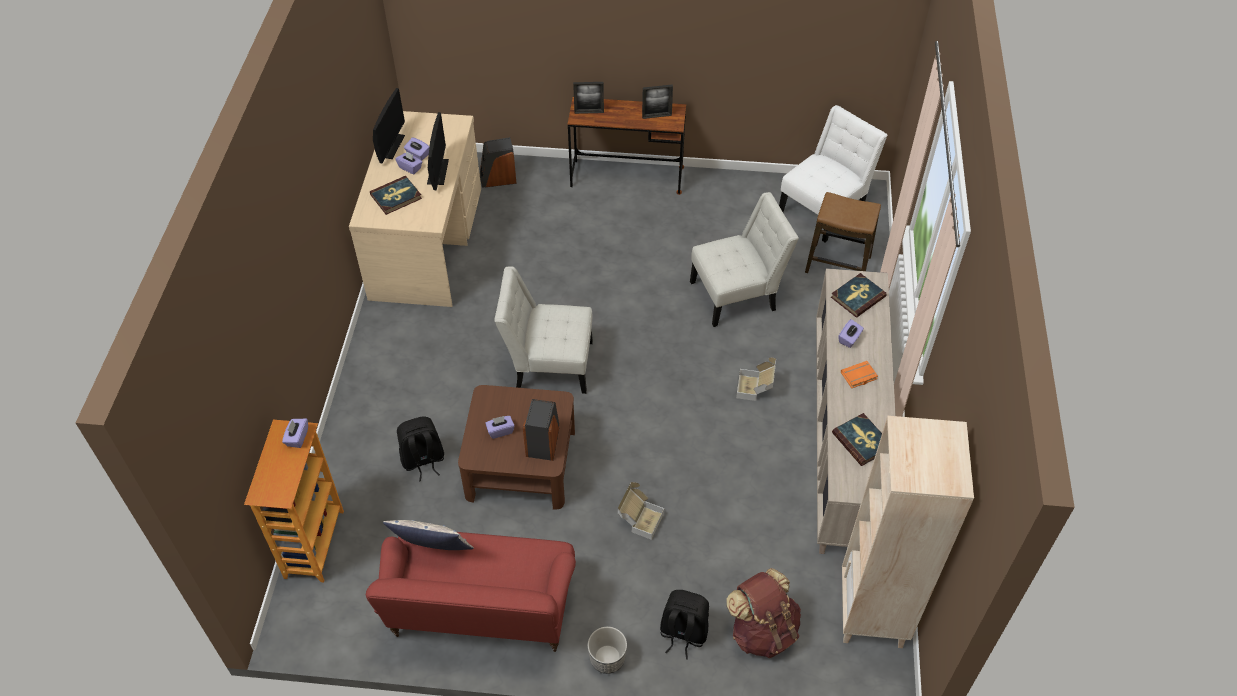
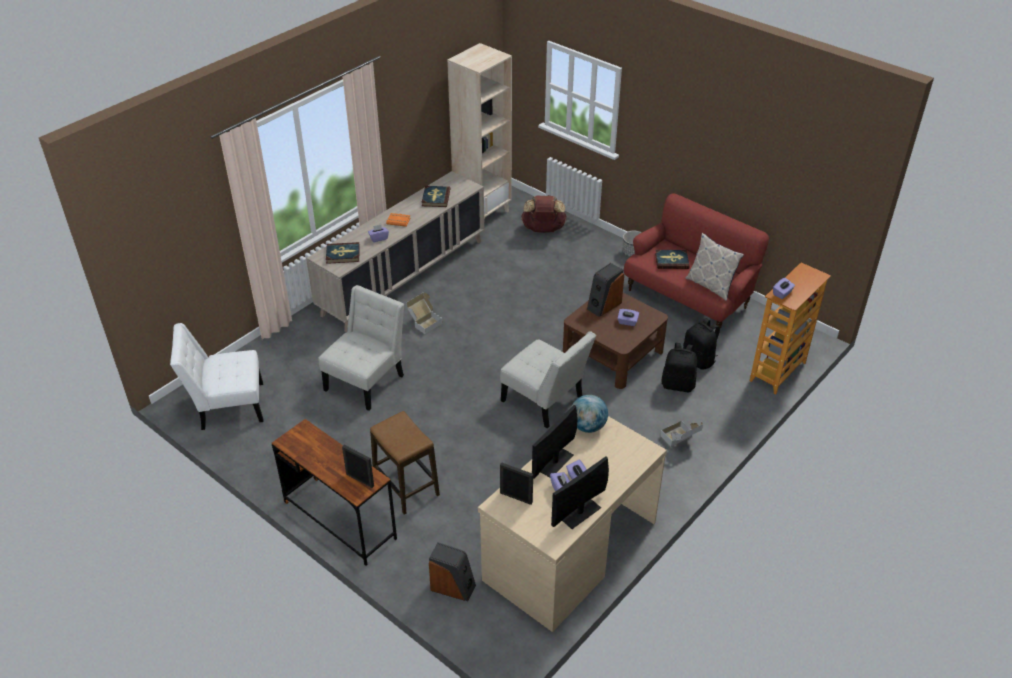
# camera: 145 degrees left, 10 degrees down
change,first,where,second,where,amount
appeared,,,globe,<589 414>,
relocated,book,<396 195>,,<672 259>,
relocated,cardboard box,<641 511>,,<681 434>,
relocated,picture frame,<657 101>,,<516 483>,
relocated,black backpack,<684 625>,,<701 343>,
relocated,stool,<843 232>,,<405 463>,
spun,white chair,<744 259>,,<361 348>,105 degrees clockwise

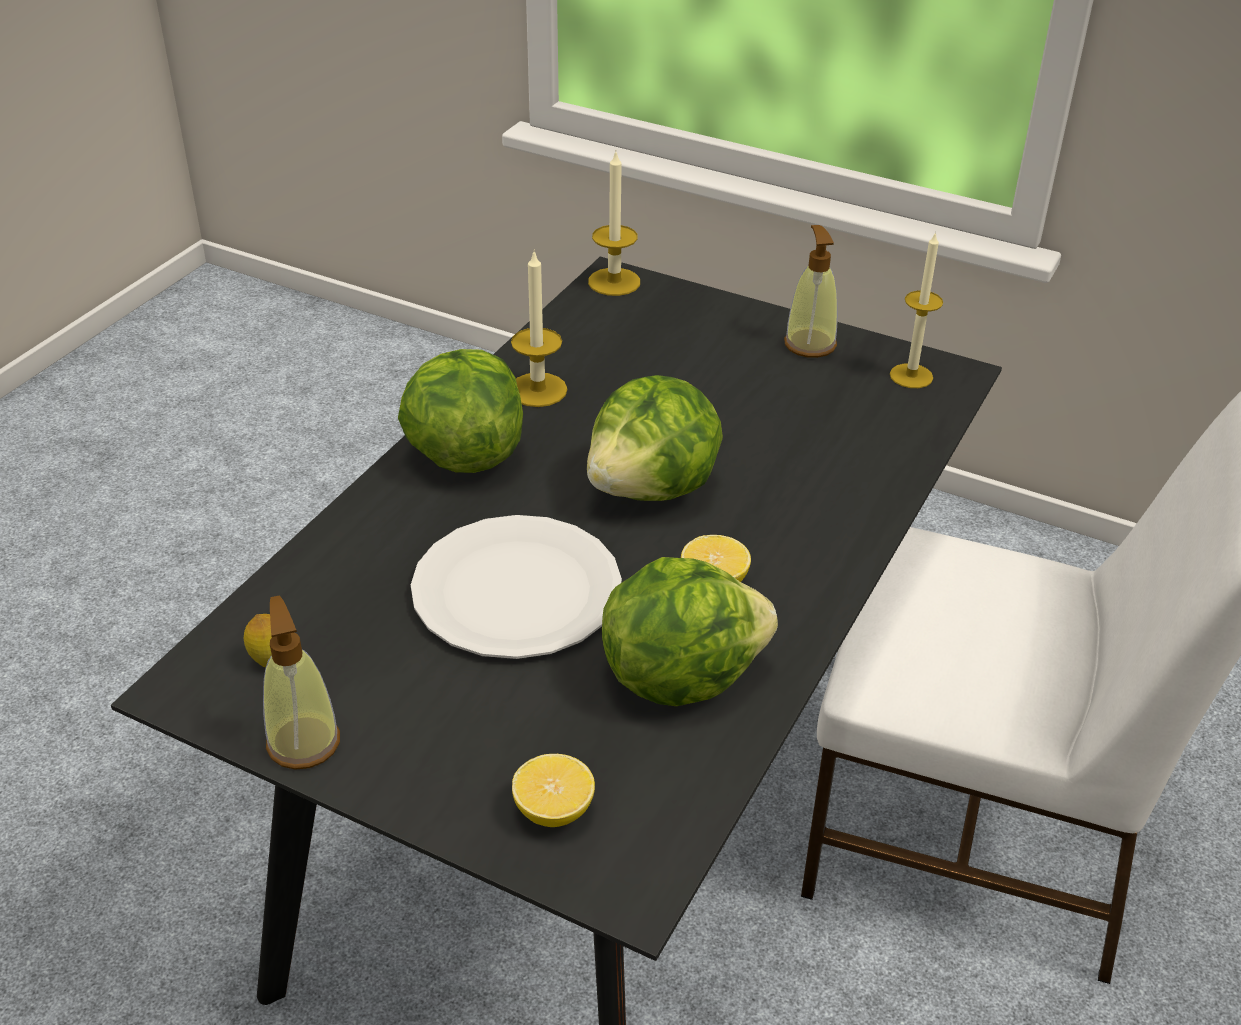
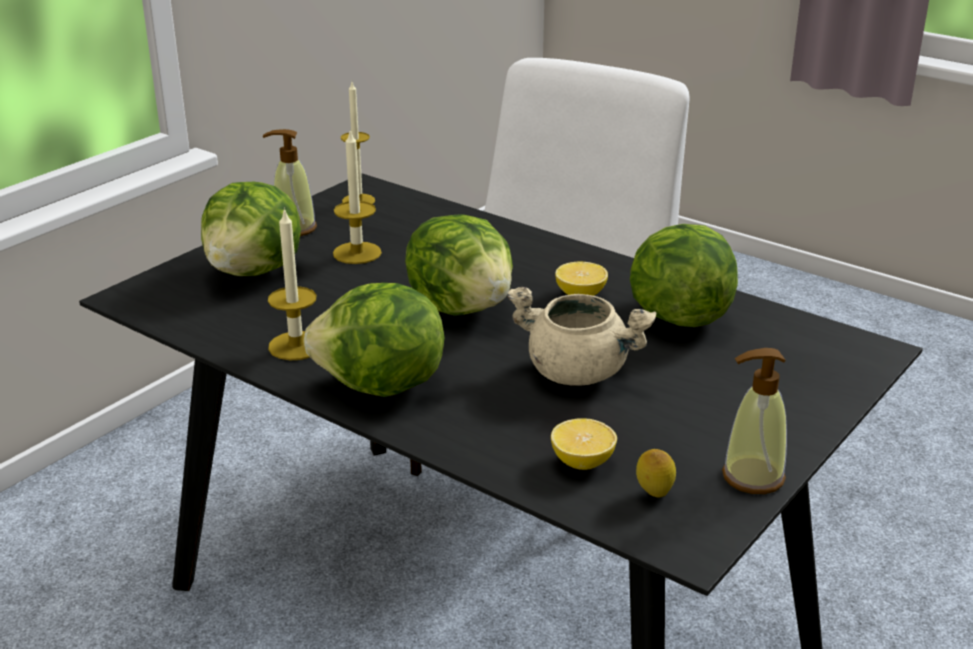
# camera: 80 degrees left, 10 degrees down
change,first,where,second,where,amount
appeared,,,lettuce,<251 229>,
relocated,lemon,<553 790>,,<584 444>,
relocated,candle,<614 224>,,<357 197>,
exchanged,white plate,<516 587>,beige cooking pot,<581 336>,

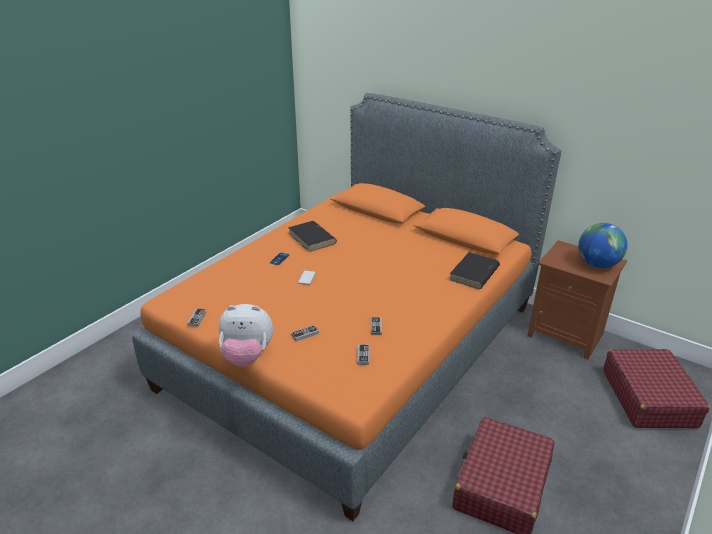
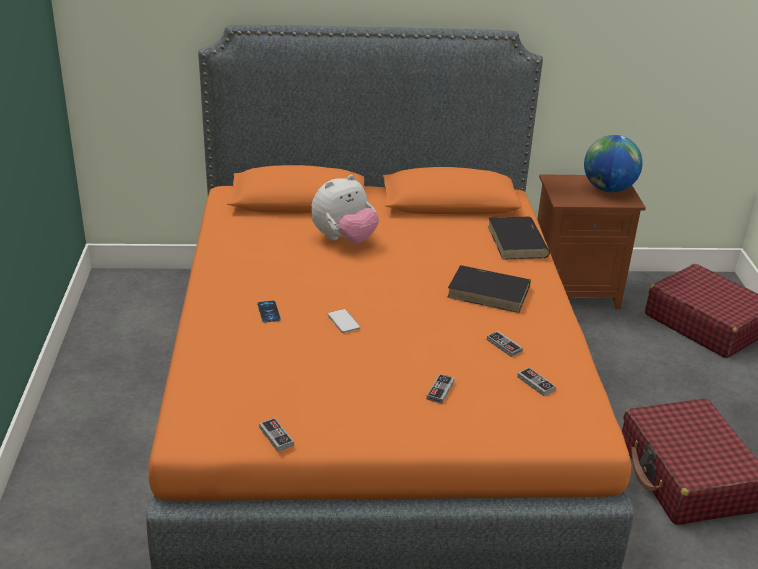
# camera: 40 degrees left, 0 degrees up
change,first,where,second,where,amount
relocated,plush toy,<245 335>,,<345 209>,
relocated,black book,<312 236>,,<489 289>,

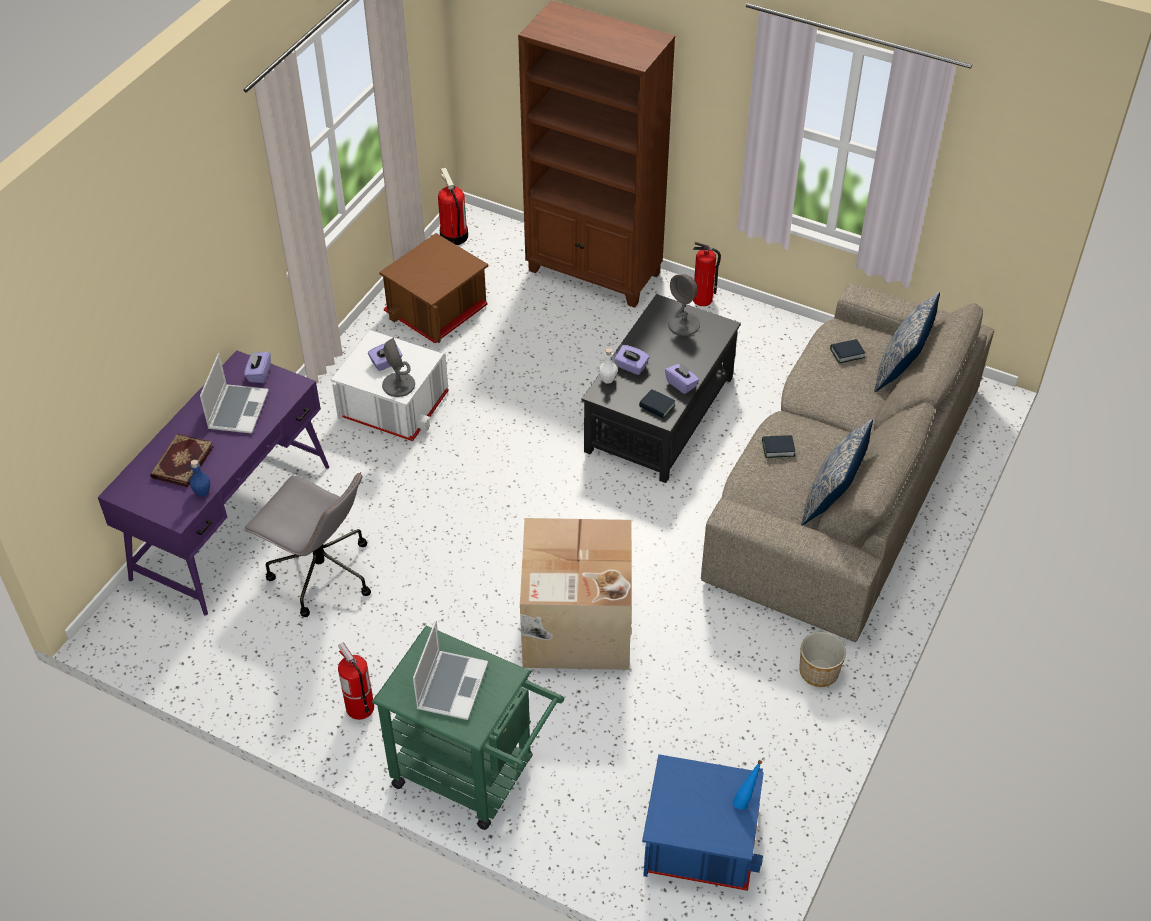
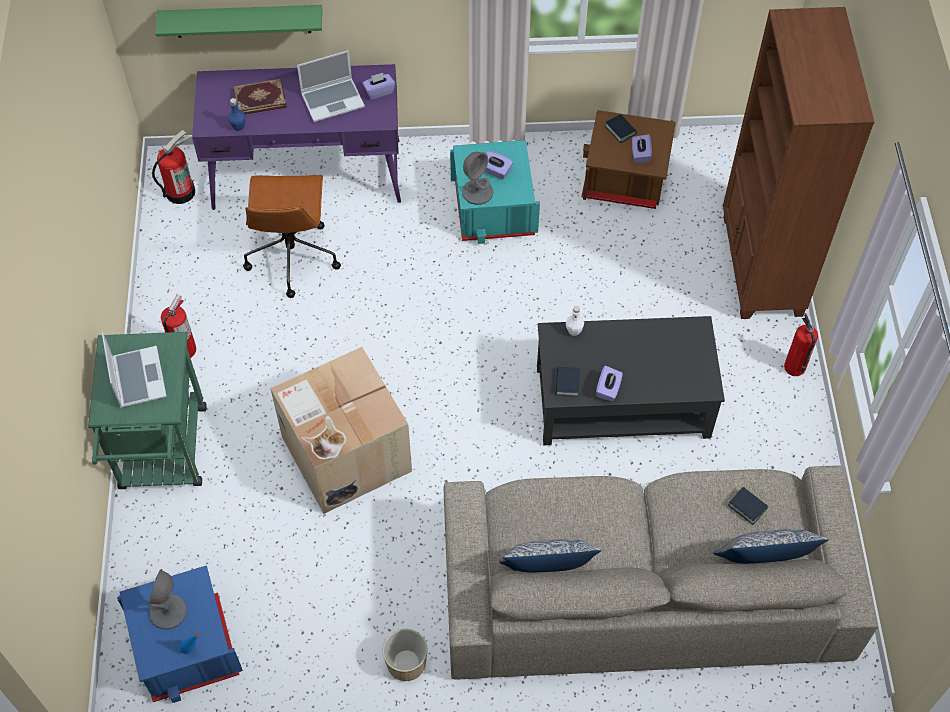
# camera: 60 degrees right, 10 degrees up
change,first,where,second,where,amount
appeared,,,green shelf,<238 21>,
relocated,fire extinguisher,<453 206>,,<173 167>,
relocated,purple tissue box,<632 360>,,<642 148>,
relocated,grey table lamp,<684 305>,,<167 599>,
relocated,book,<778 446>,,<621 128>,
colour,grey office chair,<307 544>,brown office chair,<292 236>,
colour,white storage box,<390 385>,turquoise storage box,<495 192>,
spun,laptop,<450 670>,,<134 370>,90 degrees counterclockwise

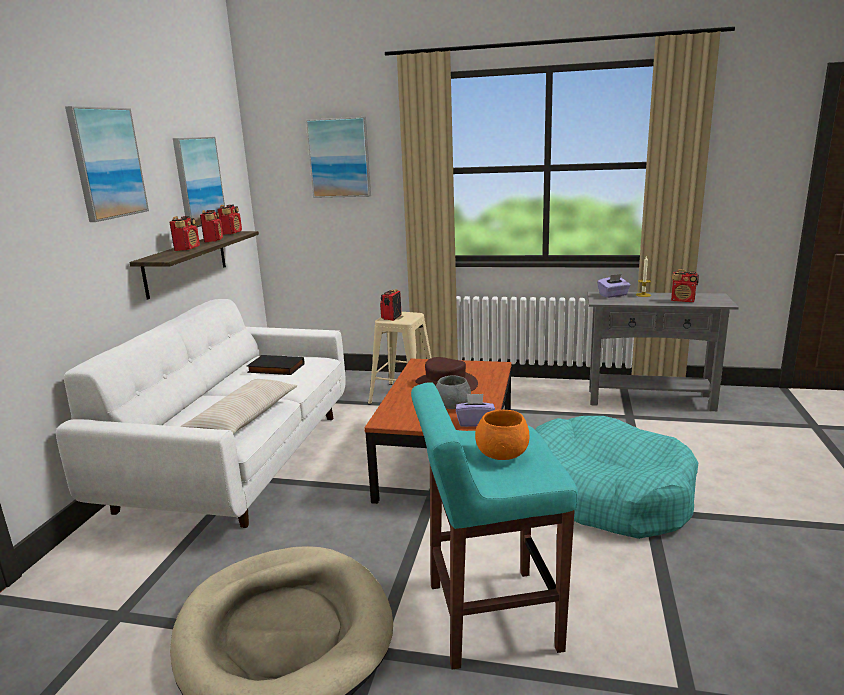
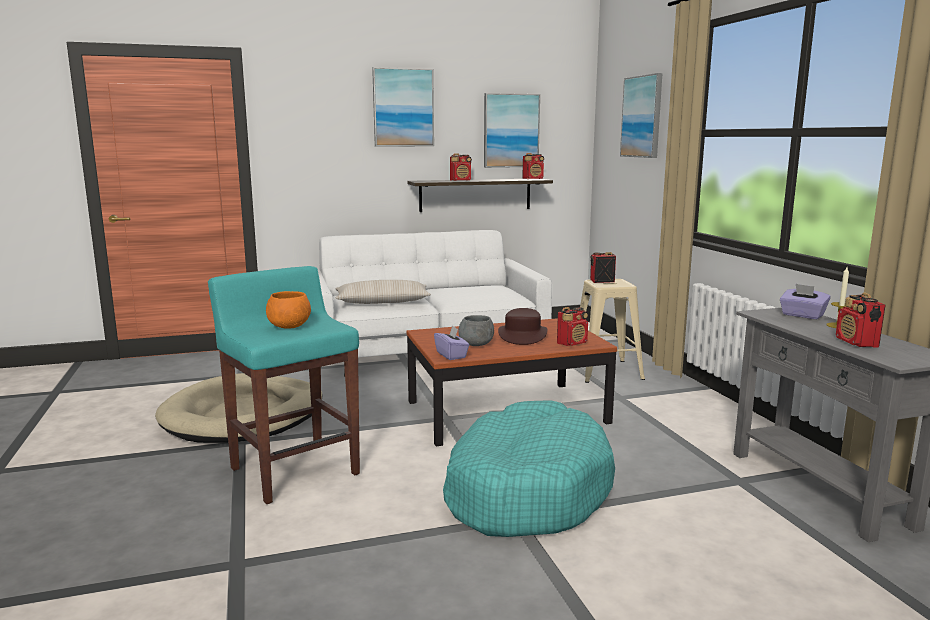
# camera: 60 degrees right, 5 degrees down
change,first,where,second,where,amount
missing,black book,<276 365>,,,
relocated,radio,<211 226>,,<572 326>,

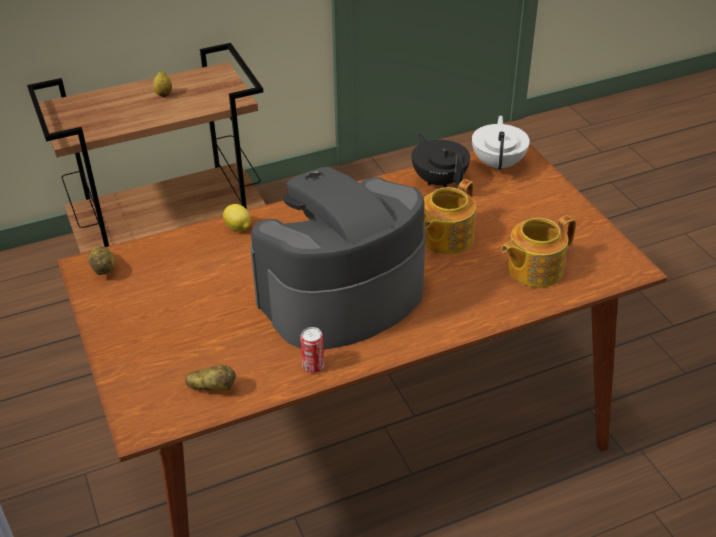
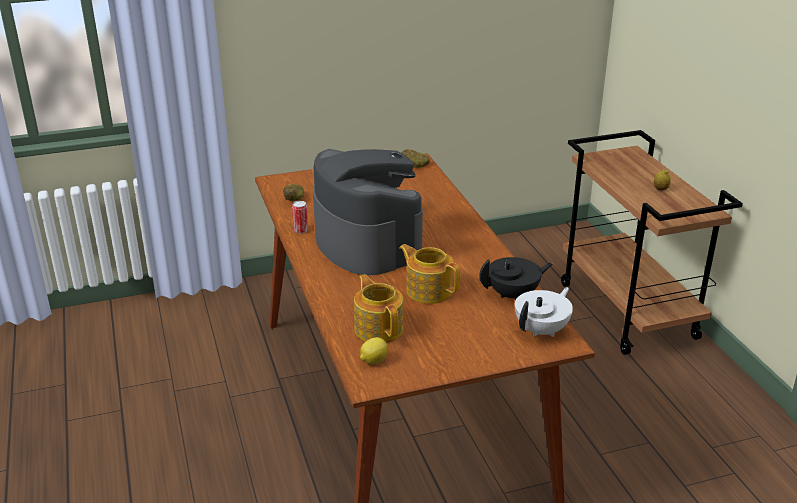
# camera: 95 degrees right, 10 degrees down
change,first,where,second,where,amount
relocated,lemon,<237 218>,,<374 350>,
spun,white teapot,<501 143>,,<544 312>,60 degrees counterclockwise

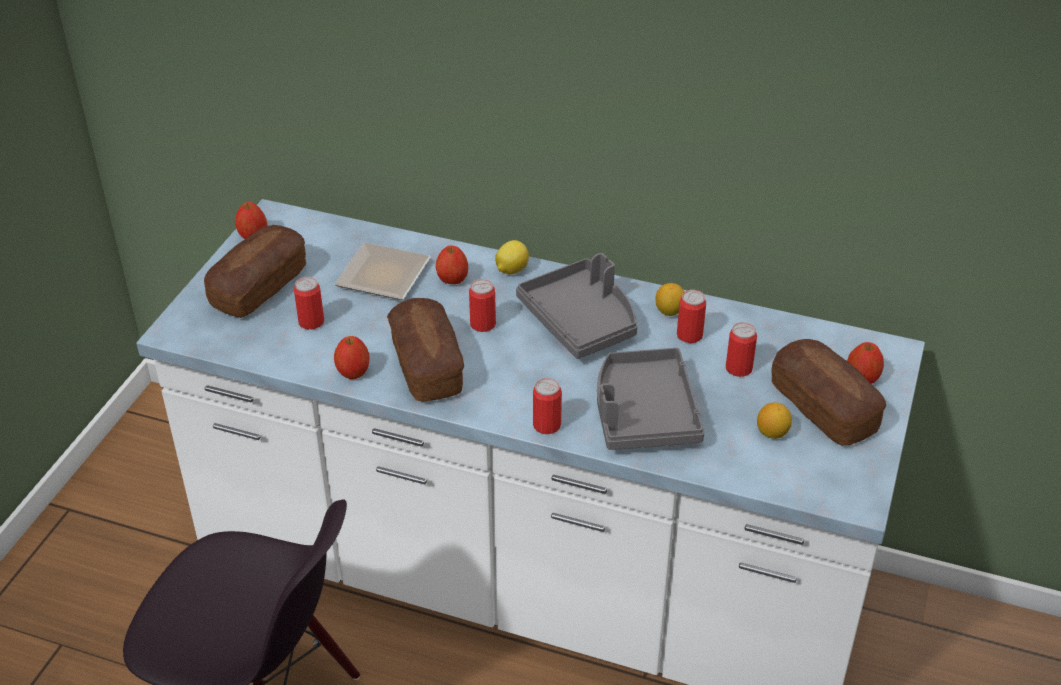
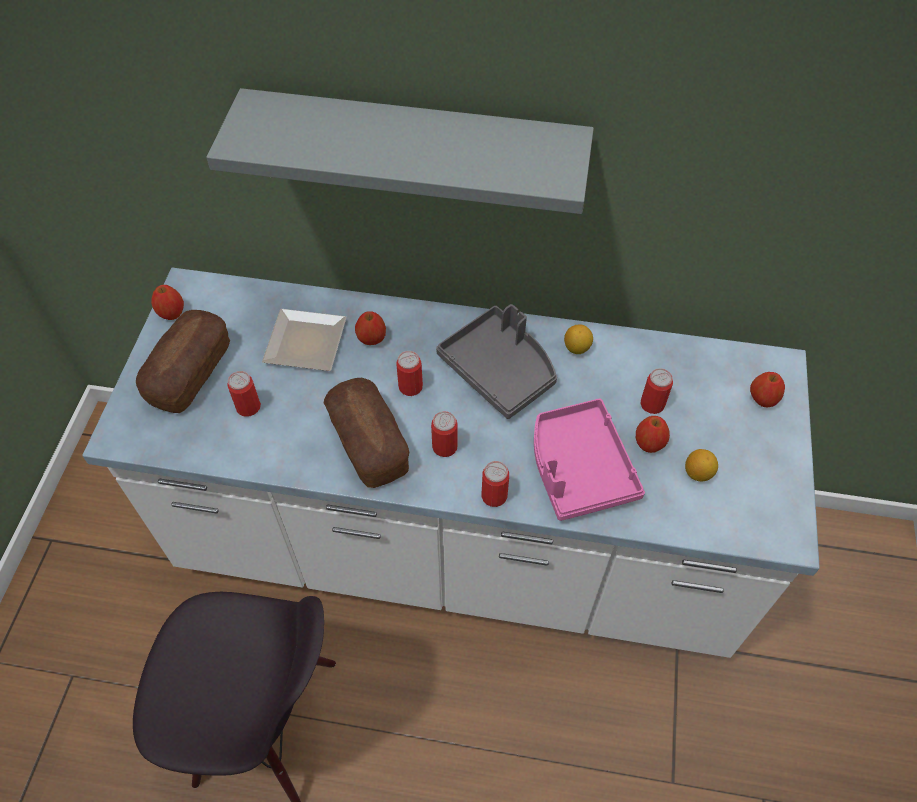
# camera: 10 degrees left, 15 degrees up
change,first,where,second,where,amount
missing,lemon,<512 257>,,,
missing,bread,<828 392>,,,
appeared,,,grey shelf,<400 151>,
relocated,apple,<351 357>,,<653 434>,
relocated,can,<691 316>,,<444 434>,
colour,grey tray,<651 399>,pink tray,<589 459>,

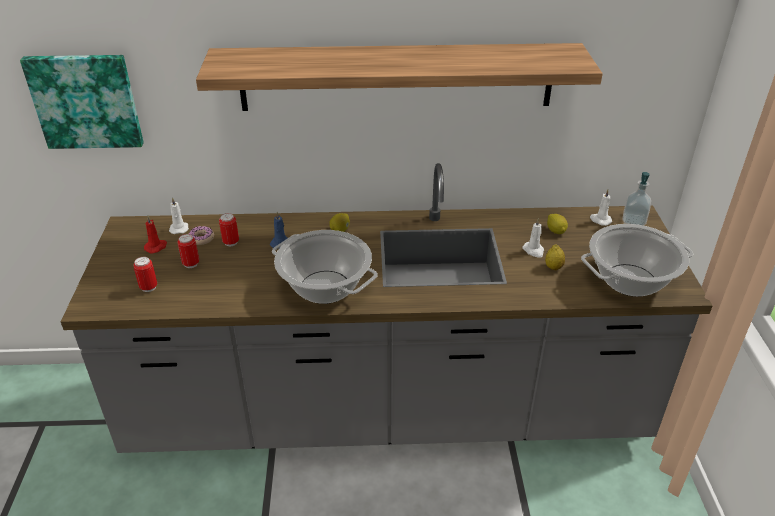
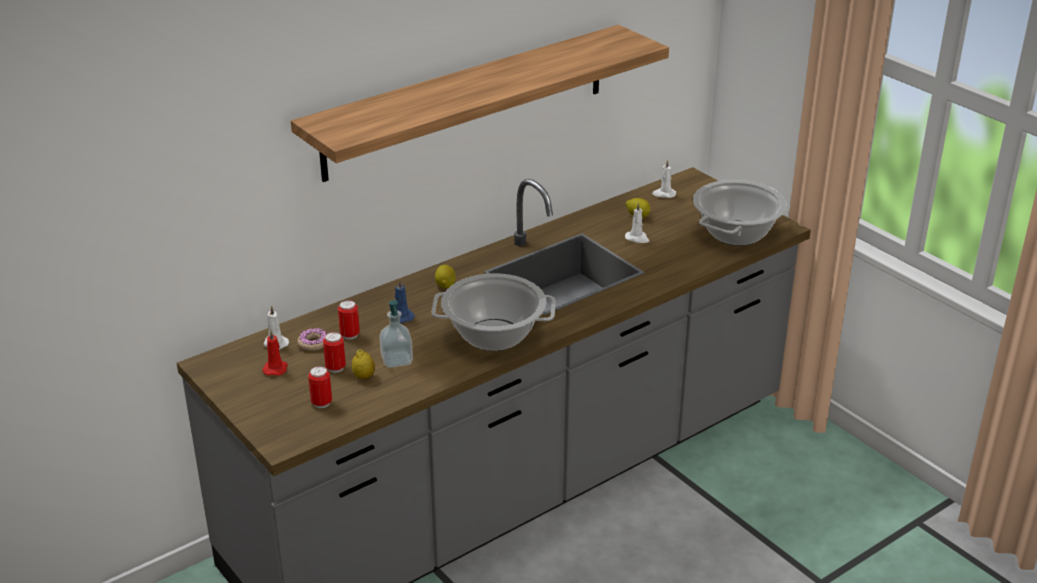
# camera: 35 degrees left, 5 degrees down
change,first,where,second,where,amount
missing,picture,<82 102>,,,
relocated,lemon,<555 257>,,<363 364>,
relocated,soap dispenser,<636 199>,,<396 334>,

